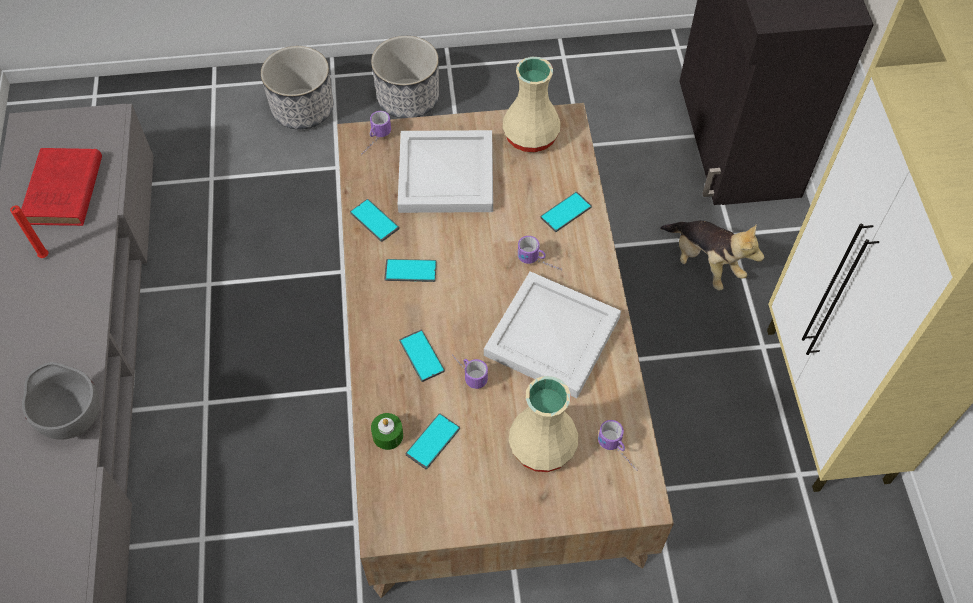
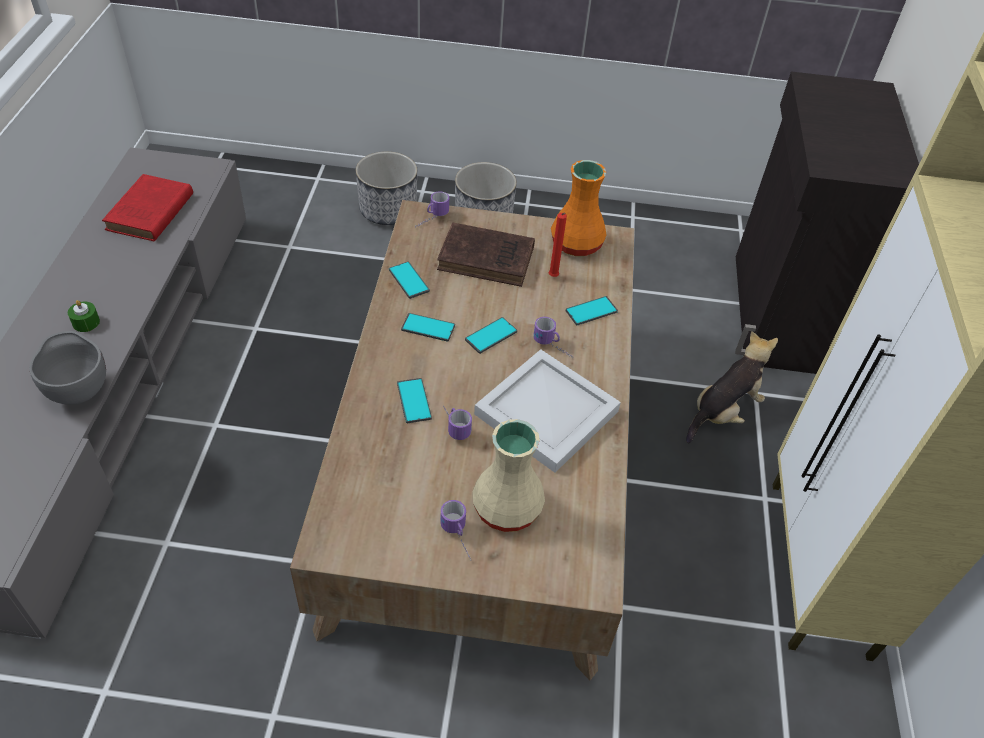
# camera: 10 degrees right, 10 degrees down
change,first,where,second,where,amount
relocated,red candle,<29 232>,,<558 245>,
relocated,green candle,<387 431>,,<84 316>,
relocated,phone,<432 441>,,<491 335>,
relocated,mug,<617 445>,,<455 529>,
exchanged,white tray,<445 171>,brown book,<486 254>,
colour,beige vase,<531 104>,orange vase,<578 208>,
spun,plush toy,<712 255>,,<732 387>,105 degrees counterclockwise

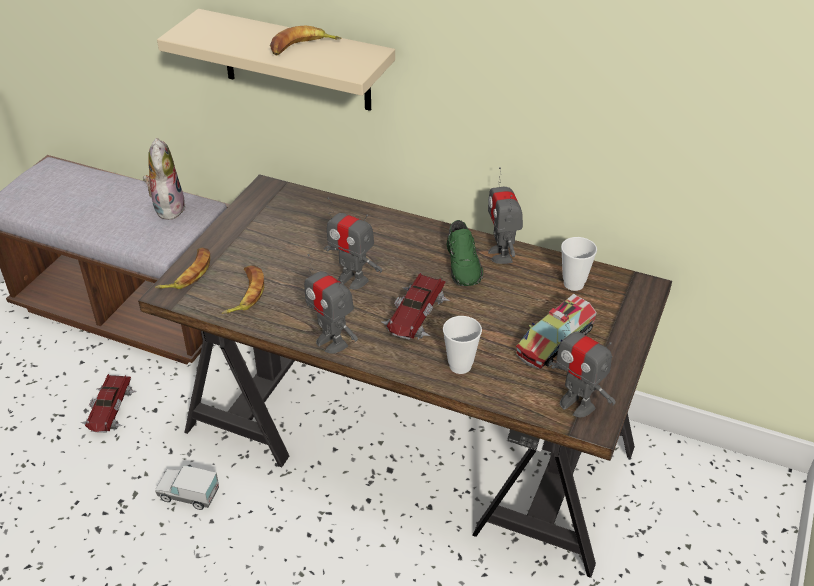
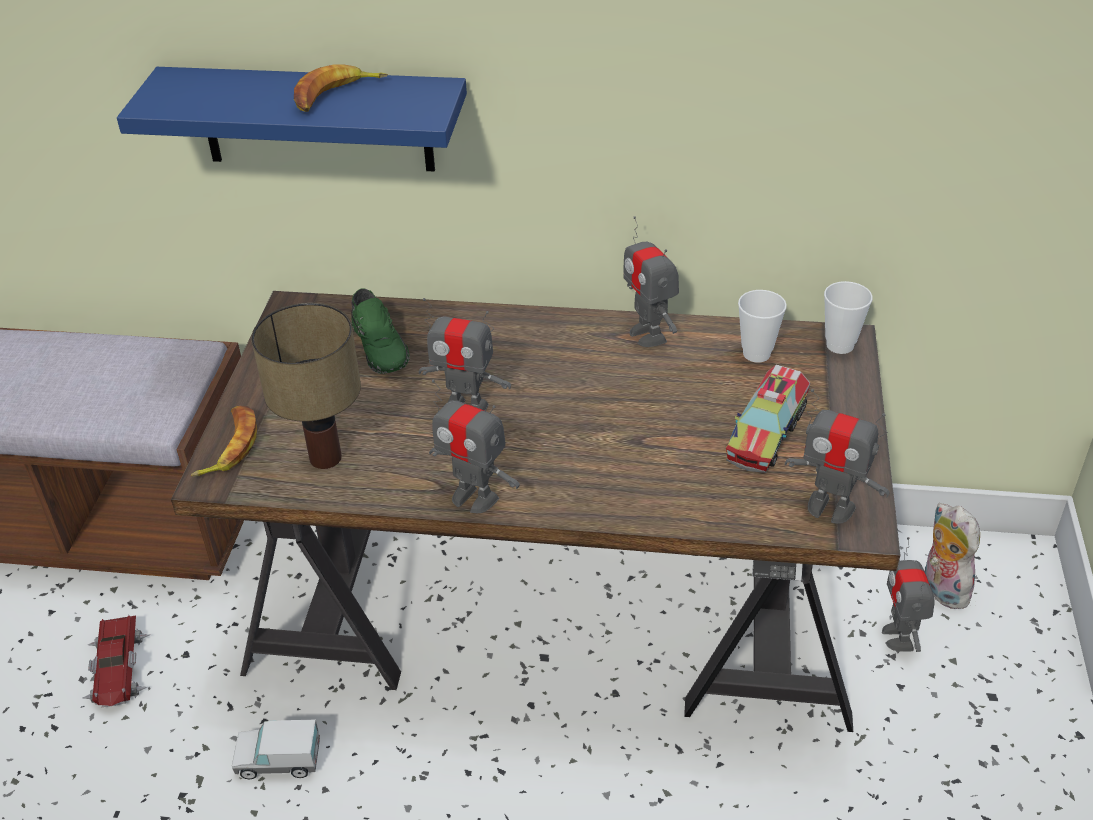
# camera: 15 degrees left, 0 degrees up
change,first,where,second,where,amount
missing,toy car,<415 306>,,,
appeared,,,toy robot,<908 594>,
relocated,plush toy,<164 179>,,<952 556>,
relocated,cup,<462 345>,,<848 317>,
relocated,green shoe,<464 253>,,<380 331>,
exchanged,banana,<243 289>,table lamp,<306 386>,
colour,beige shelf,<276 60>,blue shelf,<292 119>,

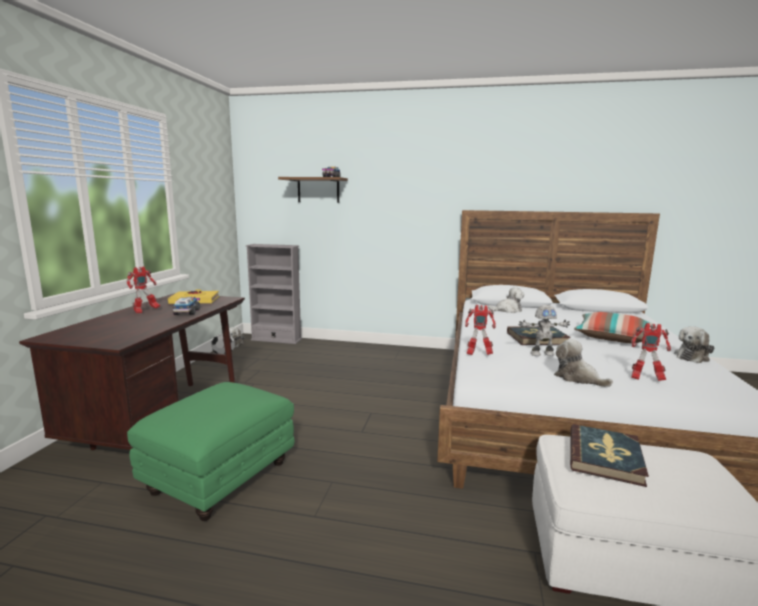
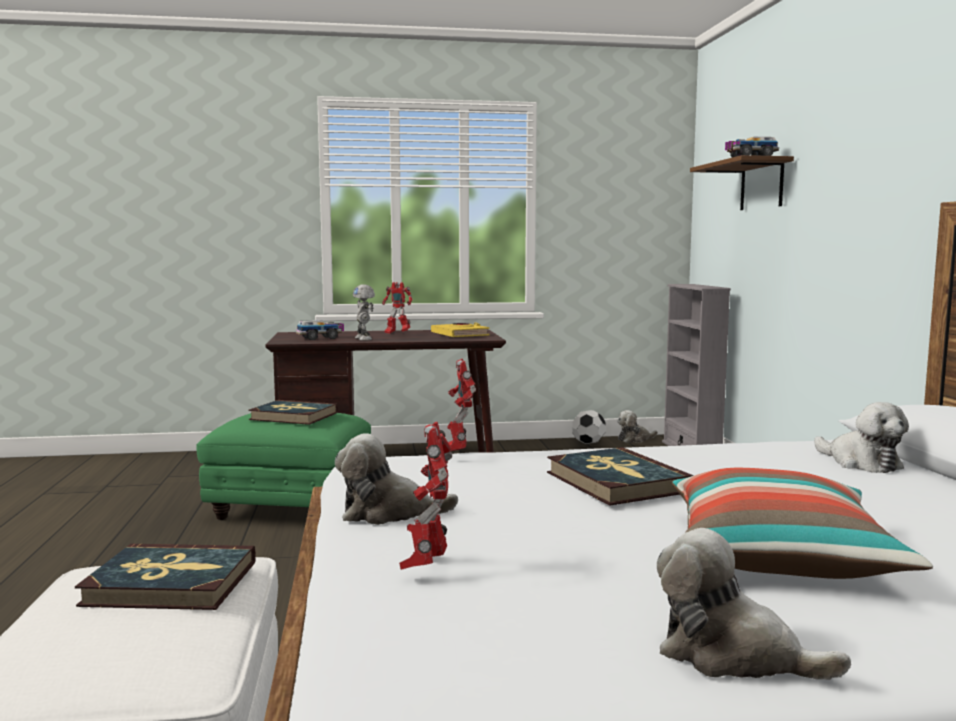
# camera: 70 degrees right, 5 degrees down
change,first,where,second,where,amount
appeared,,,book,<293 412>,
relocated,toy truck,<186 306>,,<320 330>,
relocated,toy robot,<544 330>,,<364 312>,
spun,plush toy,<583 363>,,<396 479>,120 degrees counterclockwise

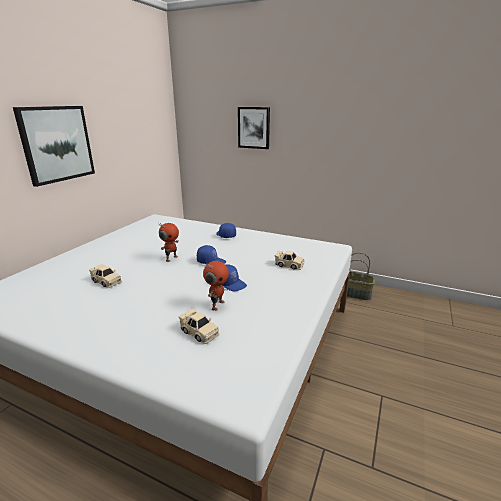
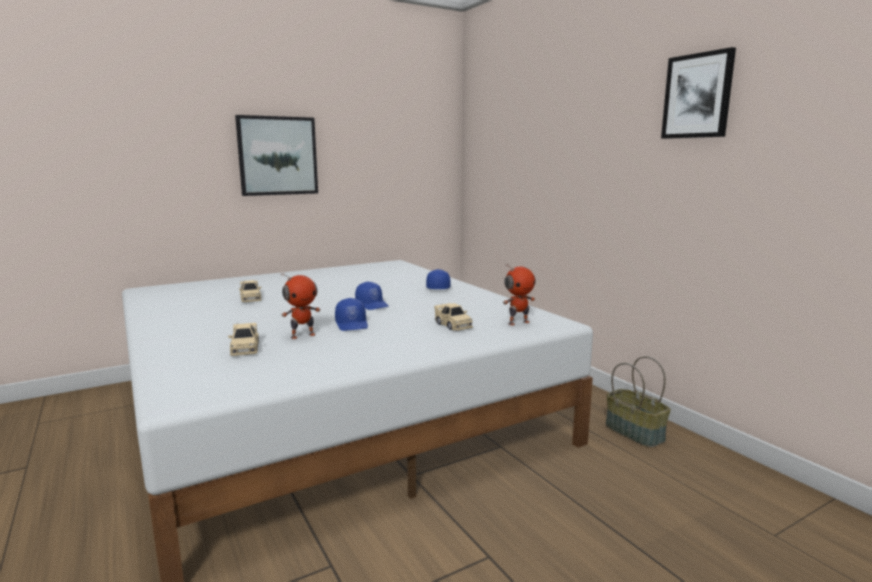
# camera: 35 degrees right, 10 degrees down
change,first,where,second,where,amount
relocated,toy robot,<168 242>,,<519 294>,
relocated,picture,<254 128>,,<698 93>,

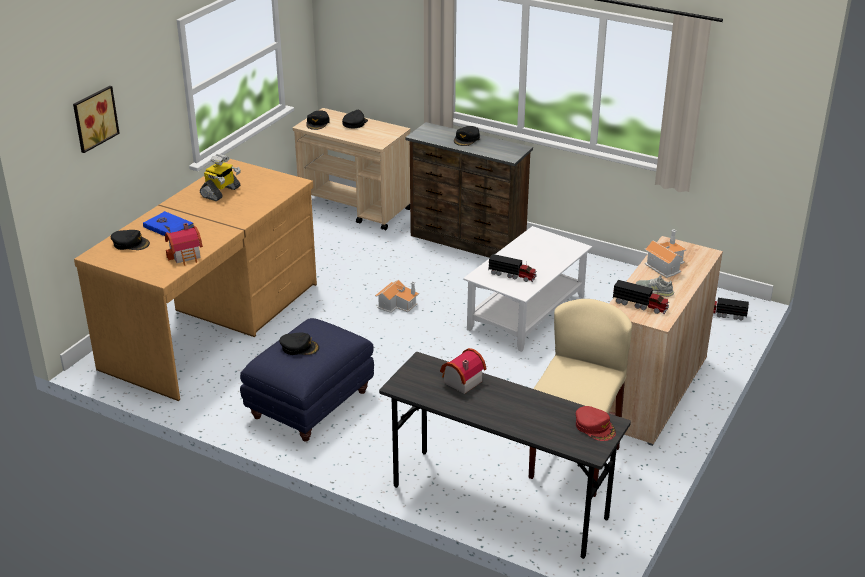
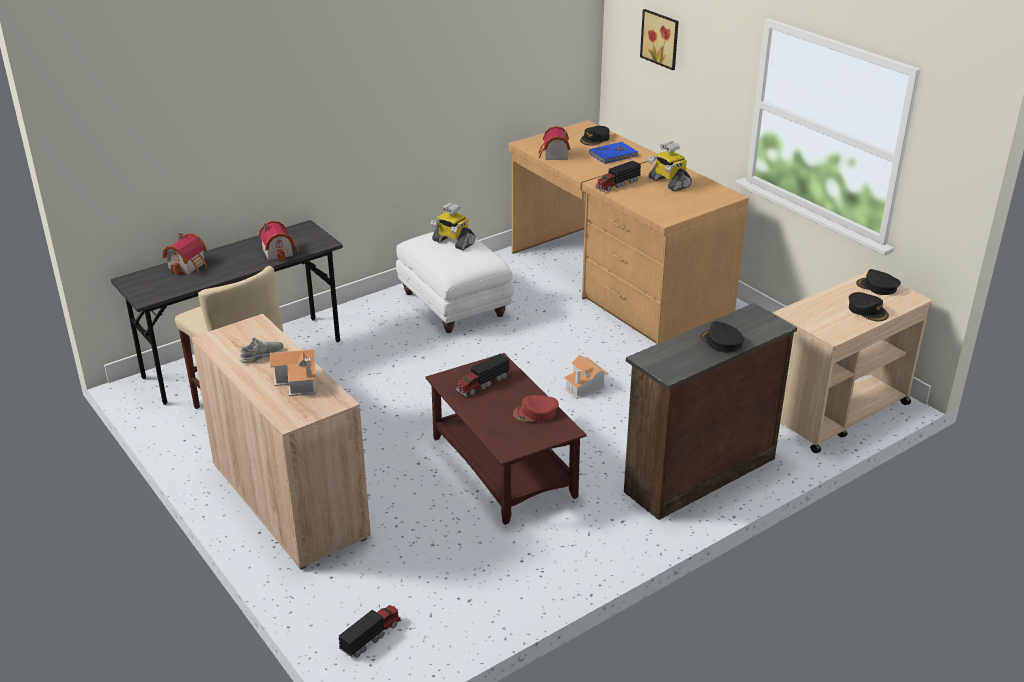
# camera: 115 degrees right, 0 degrees up
change,first,where,second,where,amount
appeared,,,toy house,<184 253>,
relocated,red cap,<596 423>,,<536 408>,
relocated,toy truck,<640 297>,,<618 176>,
exchanged,black cap,<299 344>,toy robot,<453 226>,
colour,blue ottoman,<307 380>,white ottoman,<455 282>,
colour,white coffee table,<527 289>,brown coffee table,<506 439>,

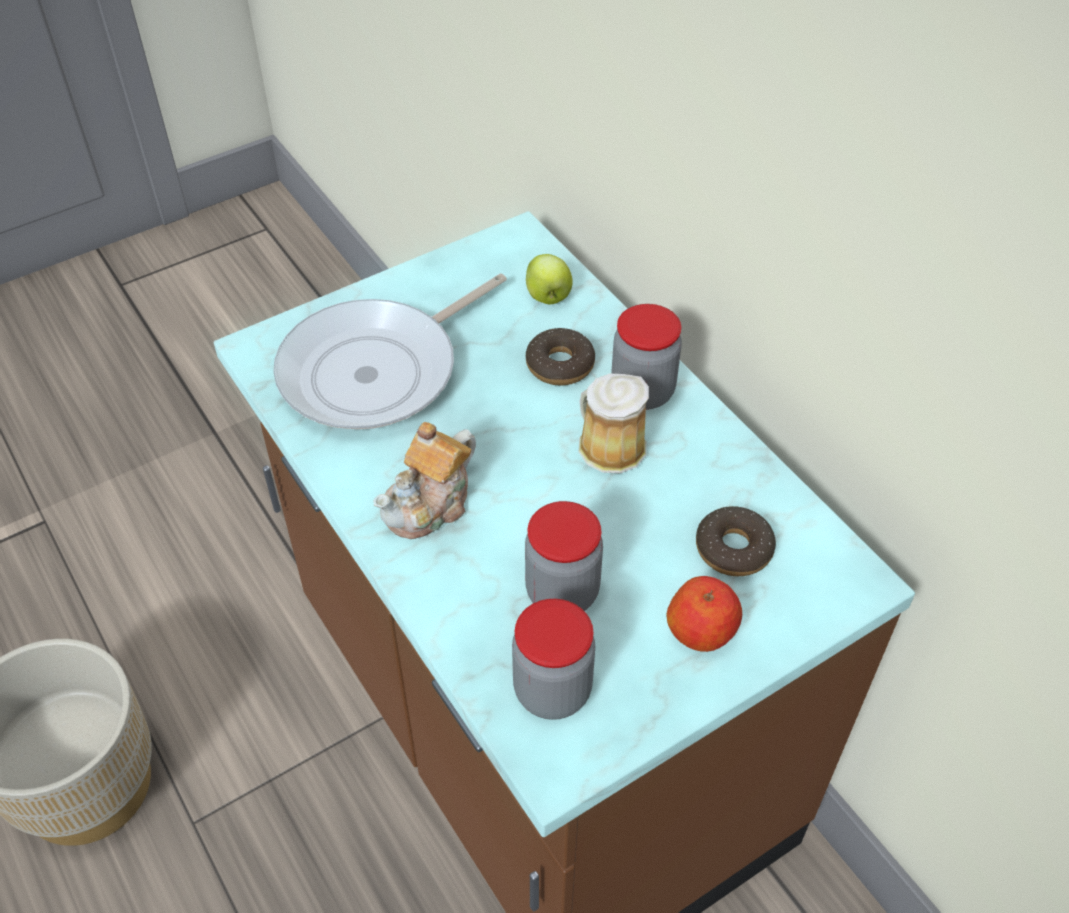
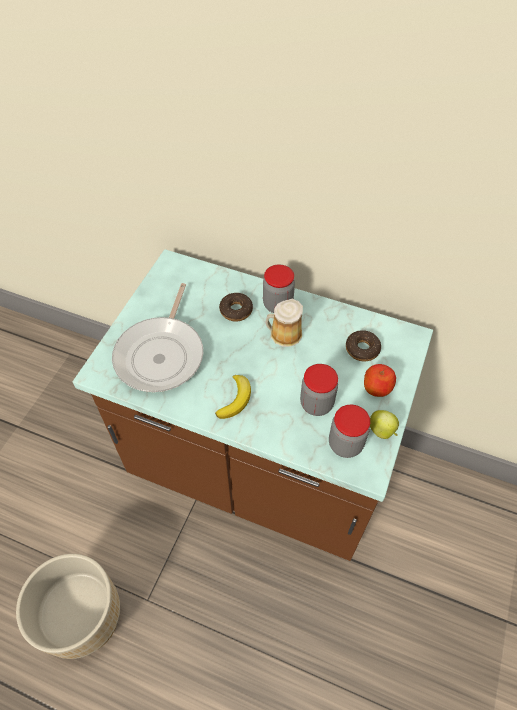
# camera: 35 degrees left, 5 degrees up
change,first,where,second,where,amount
relocated,apple,<549 279>,,<384 424>,
exchanged,teapot,<424 480>,banana,<233 397>,

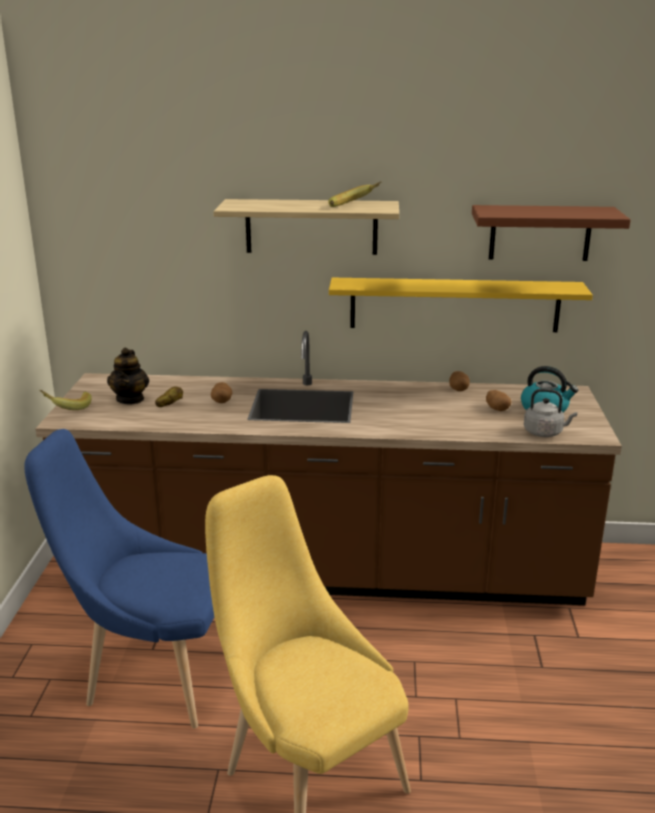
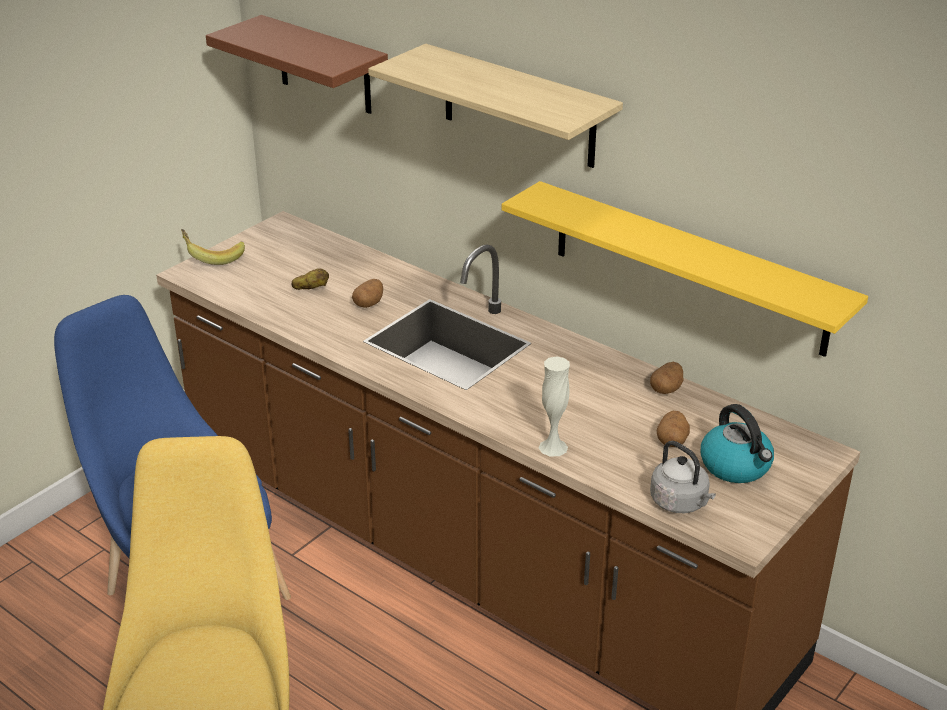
# camera: 35 degrees right, 10 degrees up
change,first,where,second,where,amount
missing,teapot,<128 376>,,,
missing,banana,<354 194>,,,
appeared,,,white vase,<554 406>,
relocated,brown shelf,<551 233>,,<297 64>,

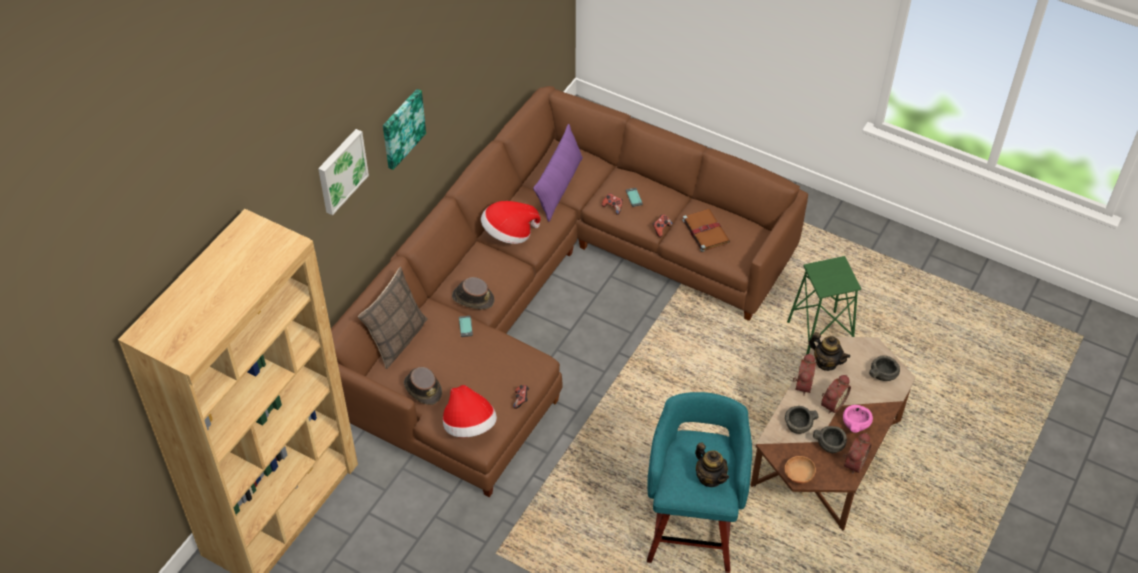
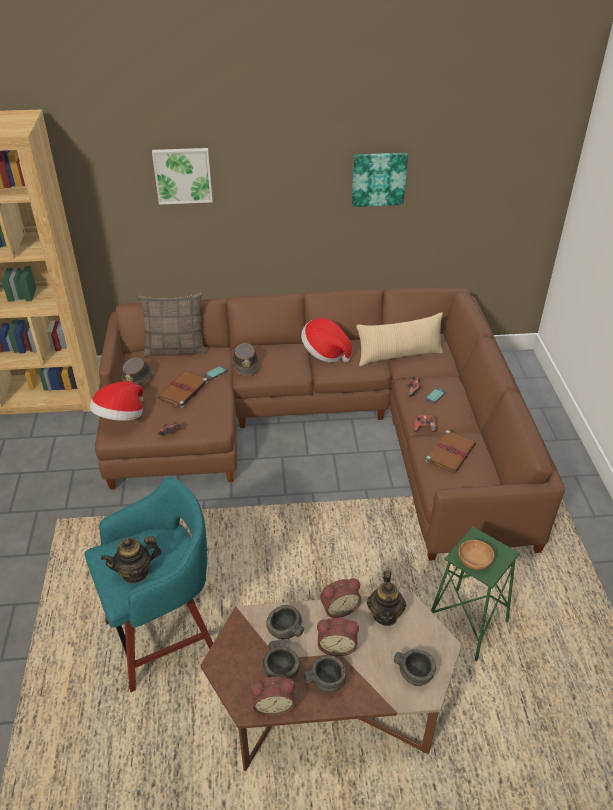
# camera: 55 degrees right, 10 degrees down
change,first,where,second,where,amount
appeared,,,brown book,<183 390>,
relocated,picture,<404 129>,,<380 180>,
relocated,brown bowl,<800 470>,,<476 555>,
colour,purple pillow,<558 173>,beige pillow,<400 339>,
colour,pink bowl,<858 419>,grey bowl,<325 673>,
spun,teapot,<712 464>,,<131 559>,45 degrees clockwise

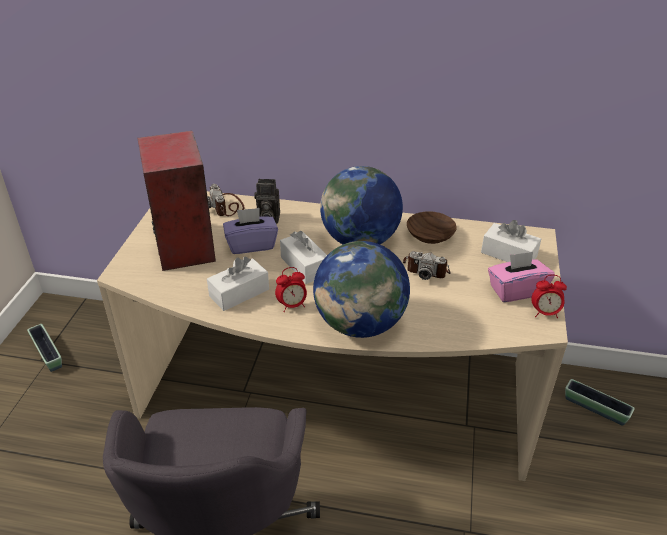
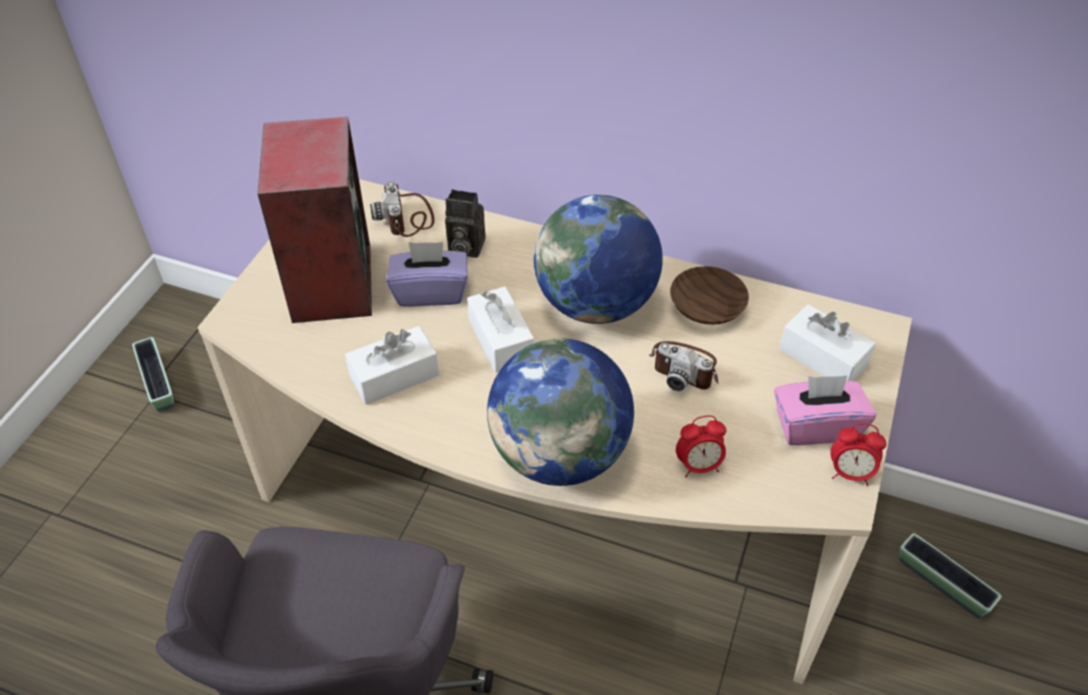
# camera: 10 degrees right, 10 degrees up
change,first,where,second,where,amount
relocated,alarm clock,<291 289>,,<701 446>,

